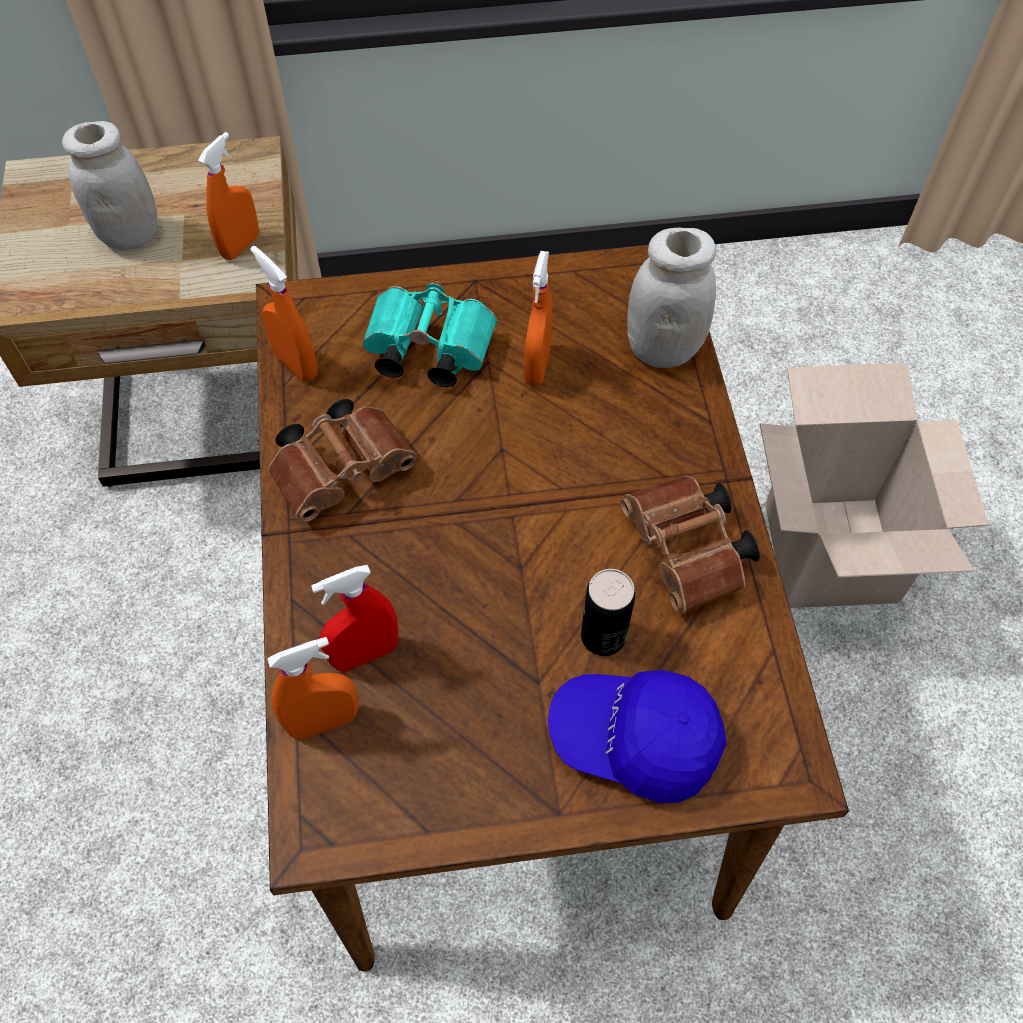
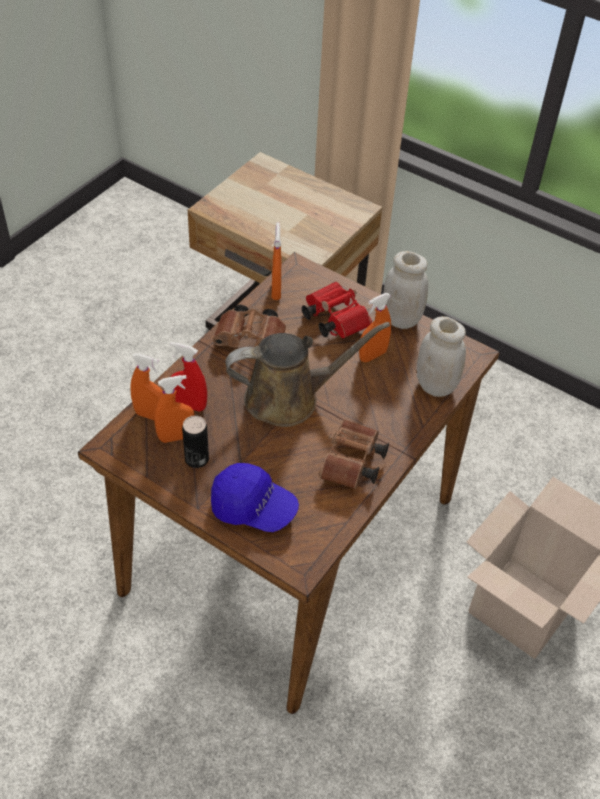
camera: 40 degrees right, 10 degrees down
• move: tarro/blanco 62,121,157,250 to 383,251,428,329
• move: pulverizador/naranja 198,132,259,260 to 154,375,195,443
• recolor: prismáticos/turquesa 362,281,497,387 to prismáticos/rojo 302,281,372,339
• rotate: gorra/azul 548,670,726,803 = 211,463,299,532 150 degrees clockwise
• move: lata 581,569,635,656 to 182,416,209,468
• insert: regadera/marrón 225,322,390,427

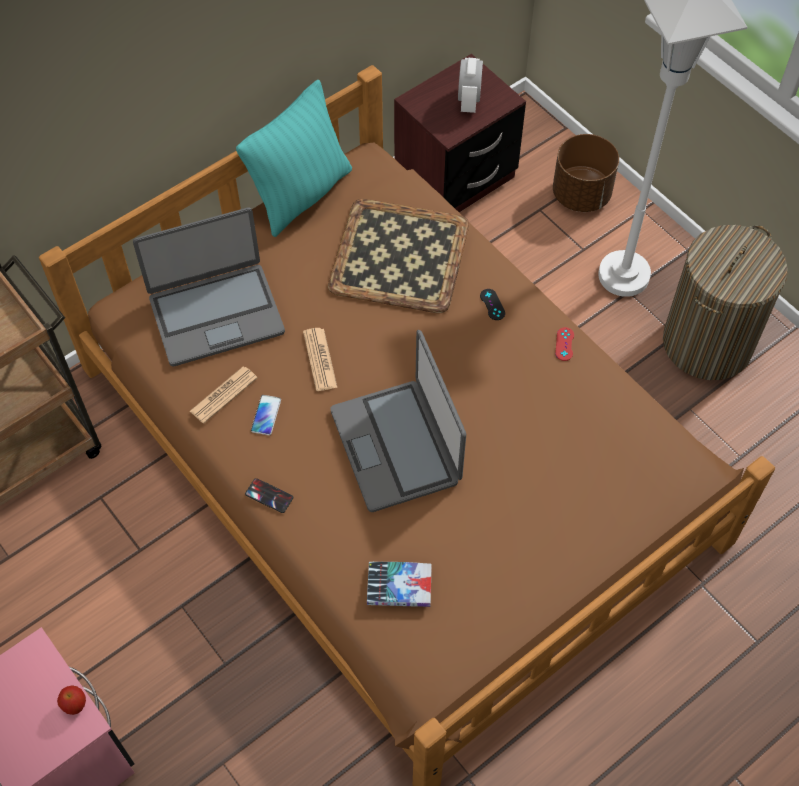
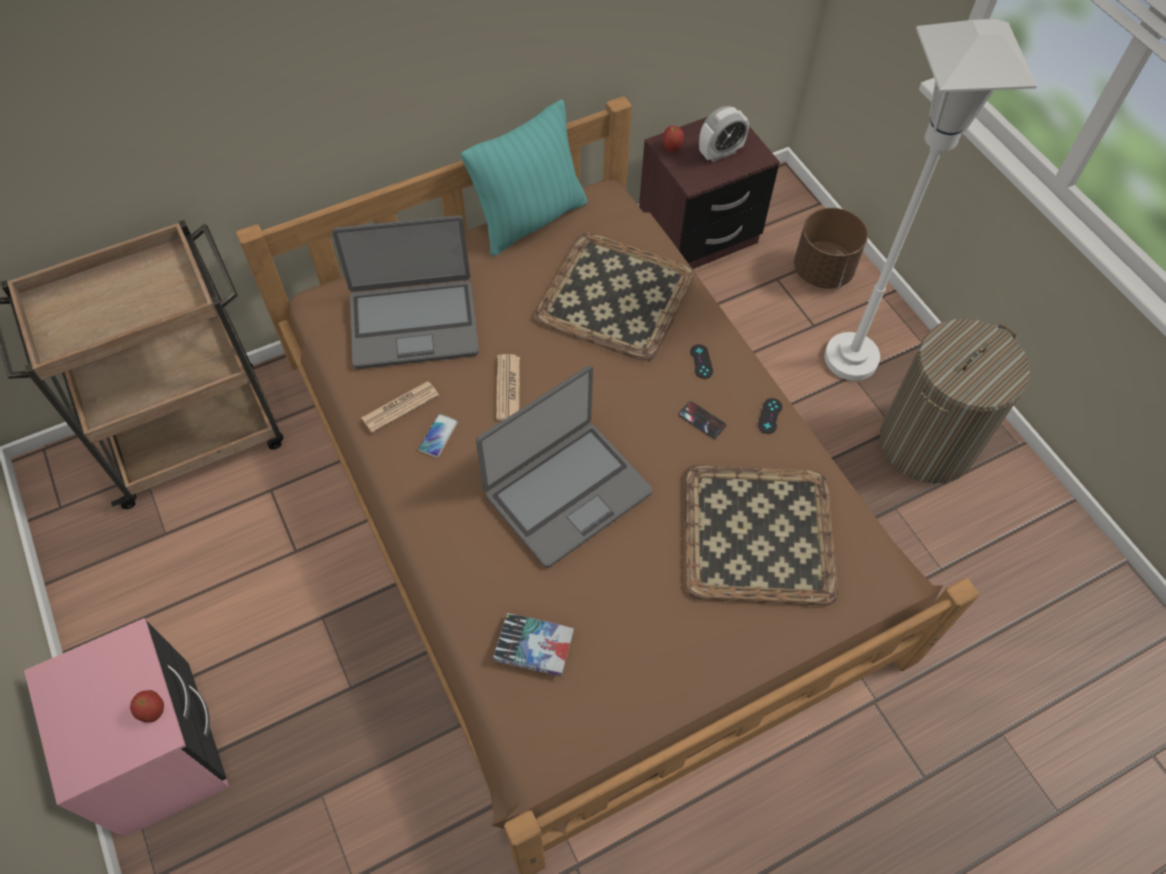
camera: 10 degrees right, 0 degrees up
• move: móvil 245,478,293,513 to 678,401,727,439
• rotate: portátil 330,330,466,512 = 476,366,653,568 120 degrees counterclockwise
• rotate: despertador 458,58,483,113 = 699,106,749,162 45 degrees clockwise
• recolor: mando de consola/rojo 555,327,574,361 to mando de consola/negro 758,398,782,434
• insert: manzana 663,126,684,152
• insert: bandeja 684,465,838,606

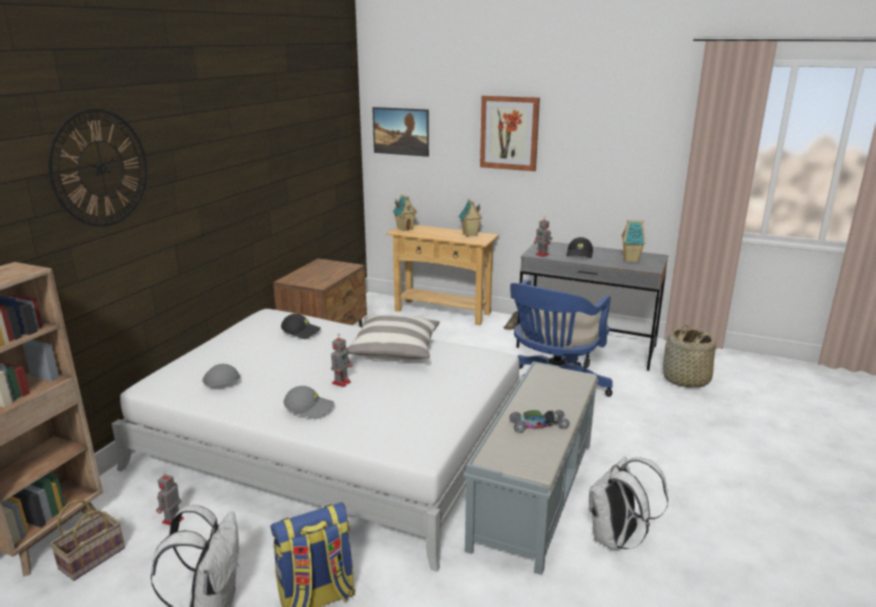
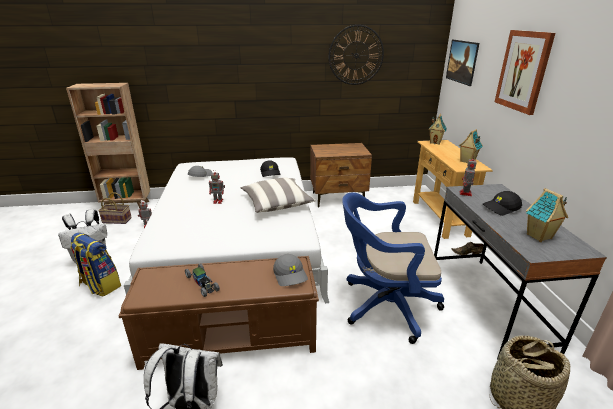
camera: 60 degrees right, 5 degrees up
• move: reloj de pared 48,109,147,227 to 329,25,384,85
• move: gorra/gris 284,386,334,419 to 273,254,308,286
• recolor: banco/gris 464,361,598,575 to banco/marrón 119,256,319,370

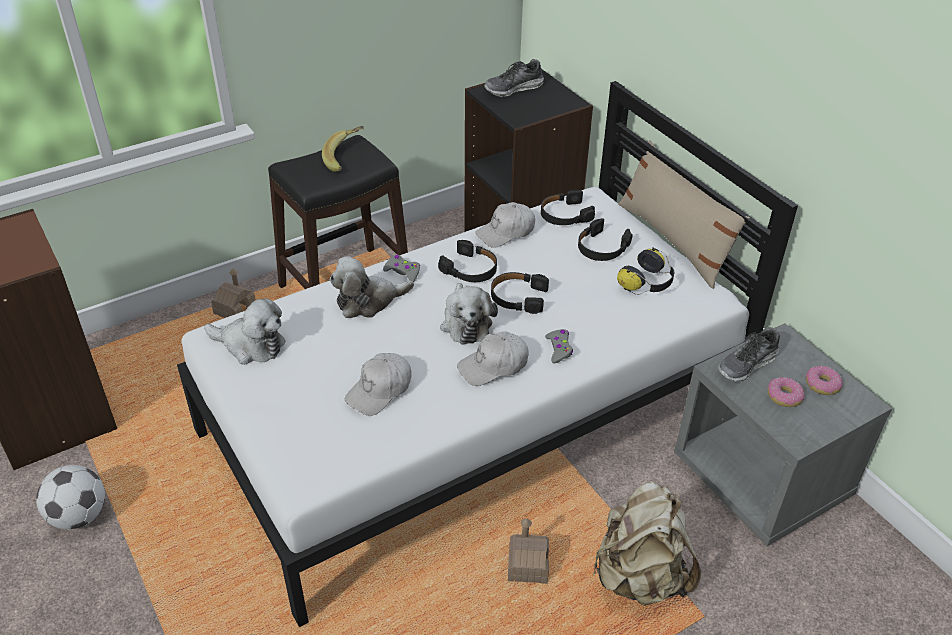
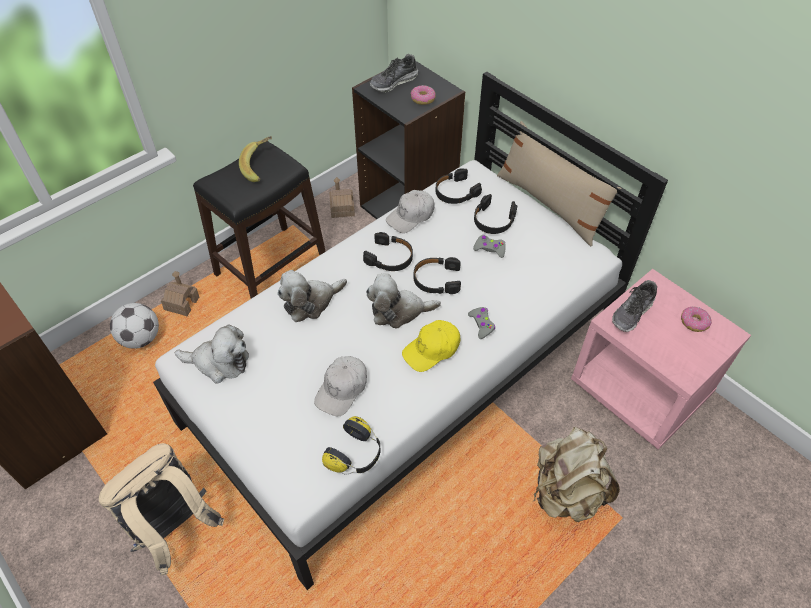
camera: 10 degrees left, 10 degrees up
• move: balón de fútbol 36,465,105,530 to 110,303,159,349
• move: mando de consola/gris 383,255,420,282 to 473,235,506,258
• rotate: peluche 440,283,498,344 = 366,273,441,329 105 degrees clockwise
• recolor: gorra/blanco 457,331,529,386 to gorra/amarillo 402,320,460,372
• move: casita 508,519,549,584 to 329,177,355,218
• move: auriculares 617,247,674,295 to 322,416,381,475
• recolor: mesita de noche/gris 674,323,892,546 to mesita de noche/rosa 571,269,751,450
• move: rosquilla 767,377,805,407 to 410,85,436,105
• insert: mochila/beis 99,443,225,575

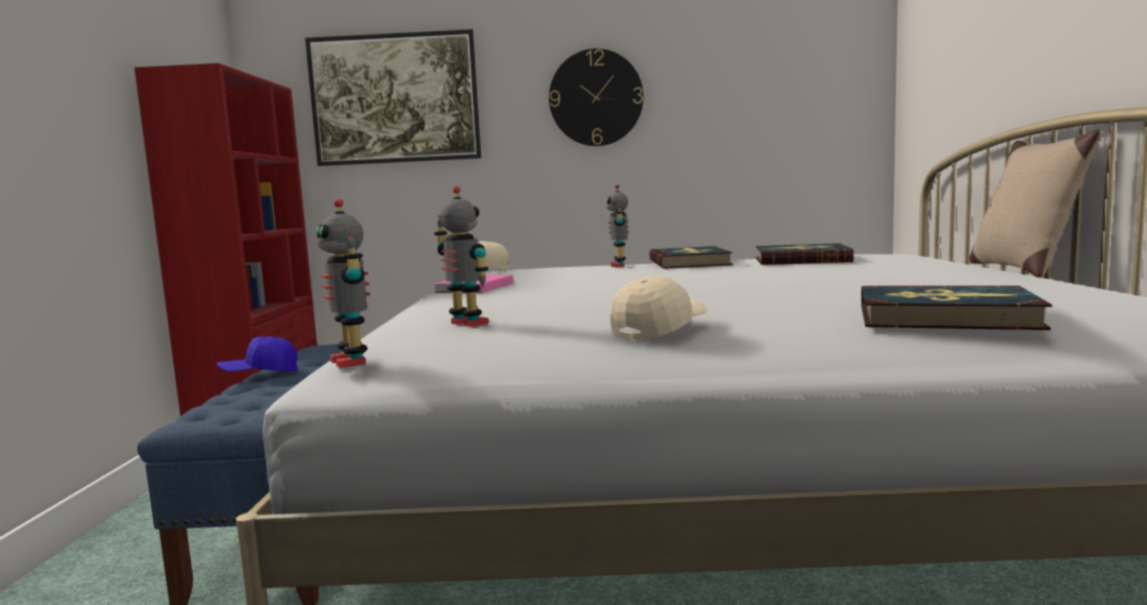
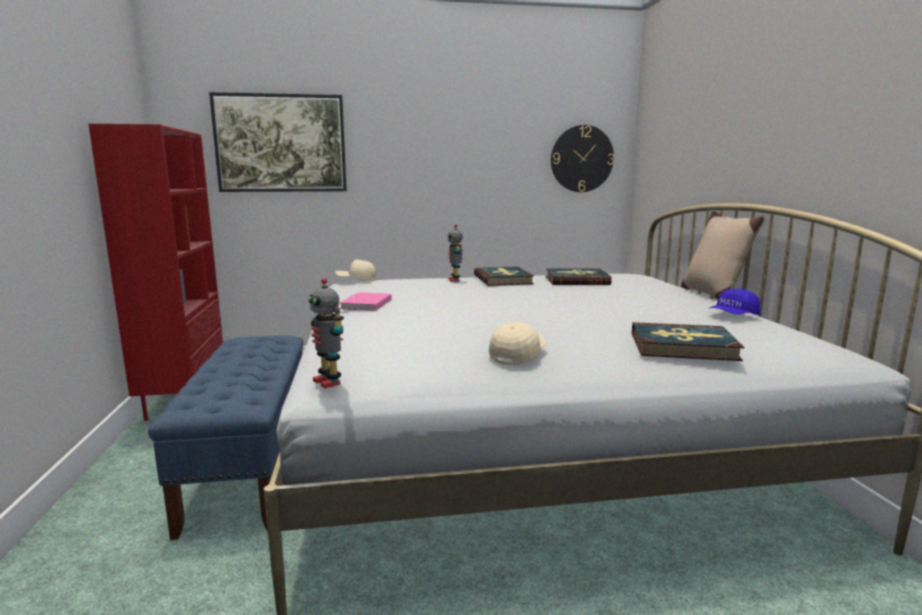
camera: 10 degrees left, 5 degrees up
• move: gorra/azul 217,336,298,372 to 710,289,760,315
• delete: robot de juguete 434,186,489,327
• move: reloj de pared 549,49,644,146 to 551,125,614,192

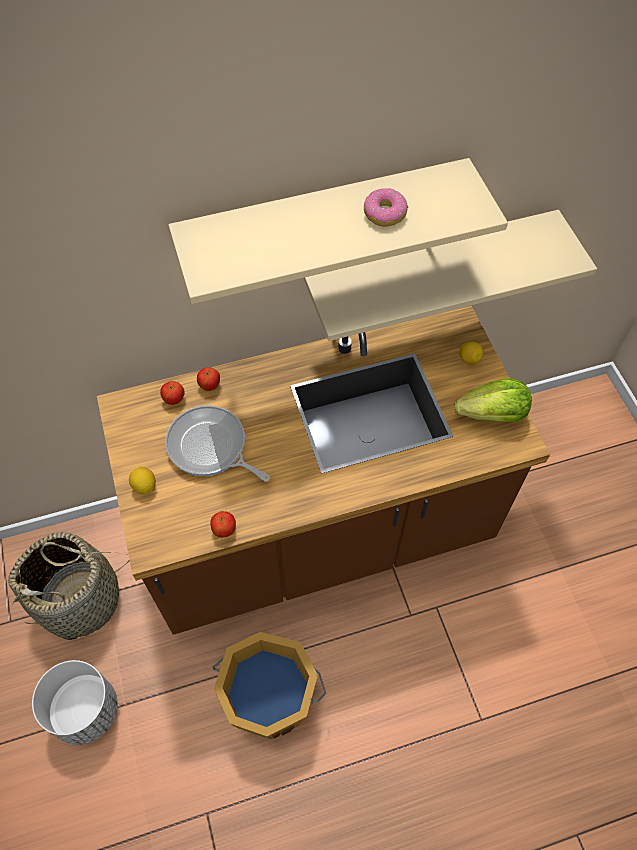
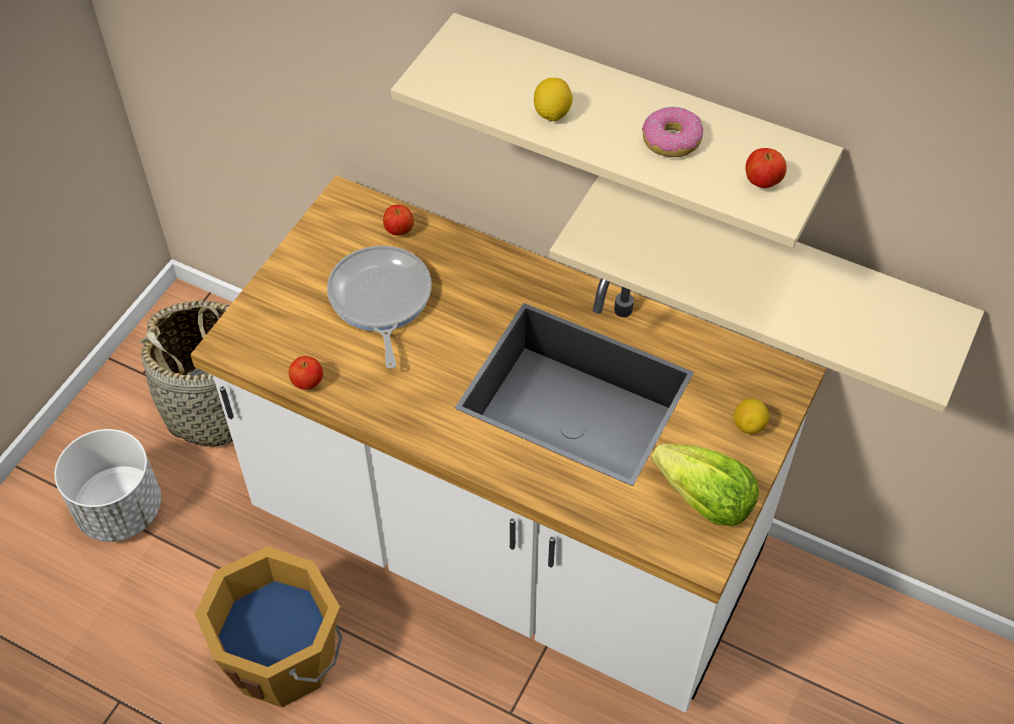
camera: 45 degrees right, 5 degrees down
• recolor: mueble bajo de cocina/marrón 97,306,550,635 to mueble bajo de cocina/blanco 190,175,826,713
• move: limón 129,467,156,494 to 534,78,573,121
• move: manzana 197,367,220,391 to 746,148,787,188

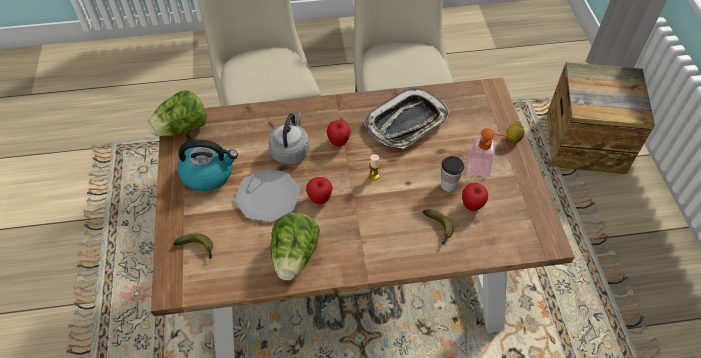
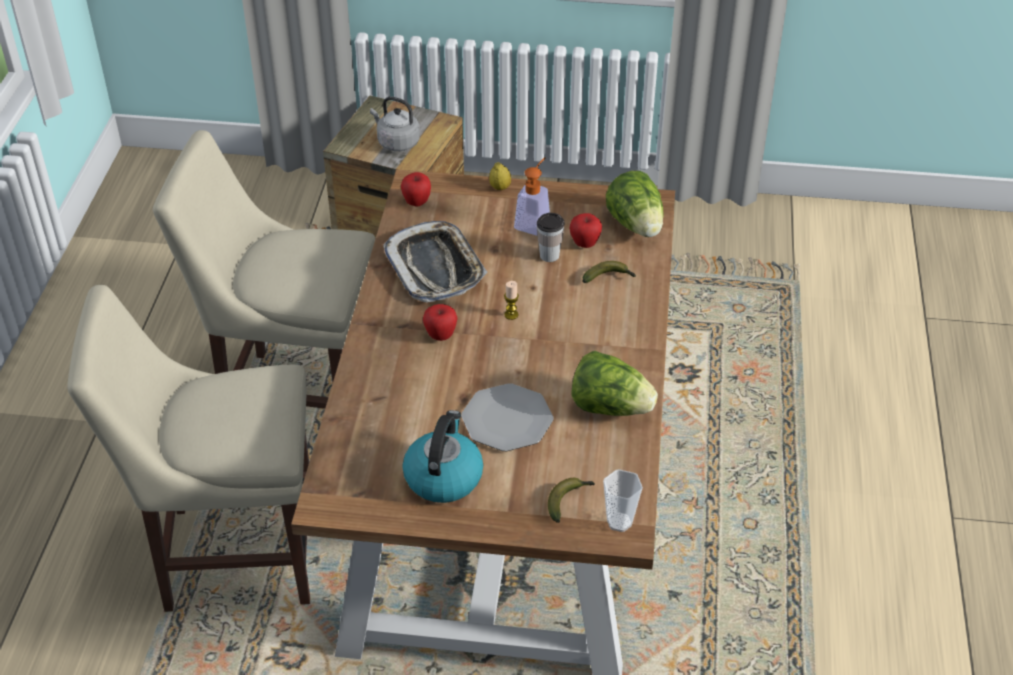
camera: 75 degrees left, 10 degrees down
• move: lechuga 147,90,207,136 to 606,171,664,237
• move: hervidor/gris 268,112,309,164 to 370,96,420,151
• move: manzana 306,177,333,204 to 401,172,431,206
• insert: taza 603,469,643,532

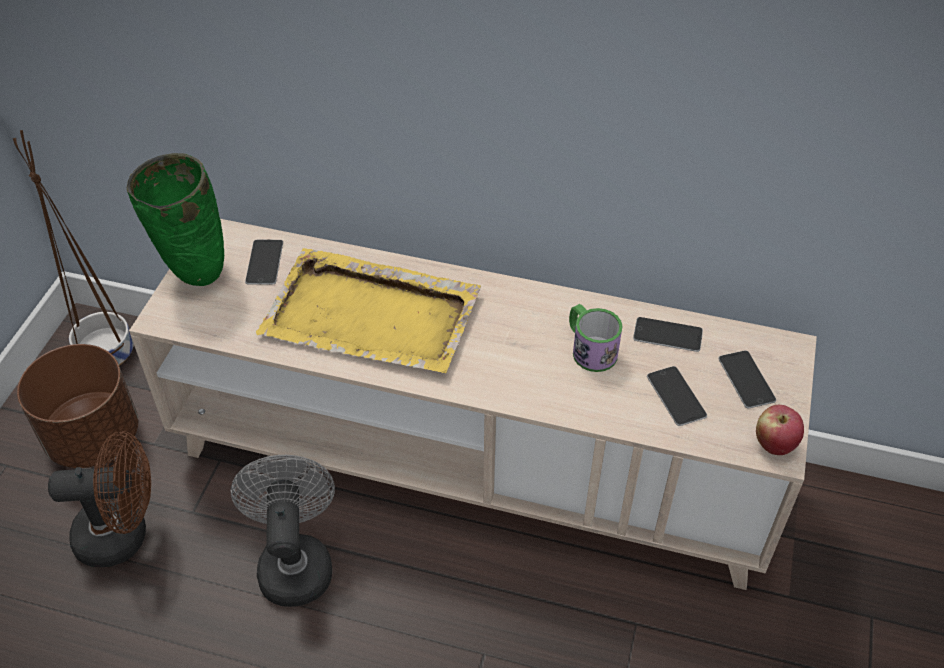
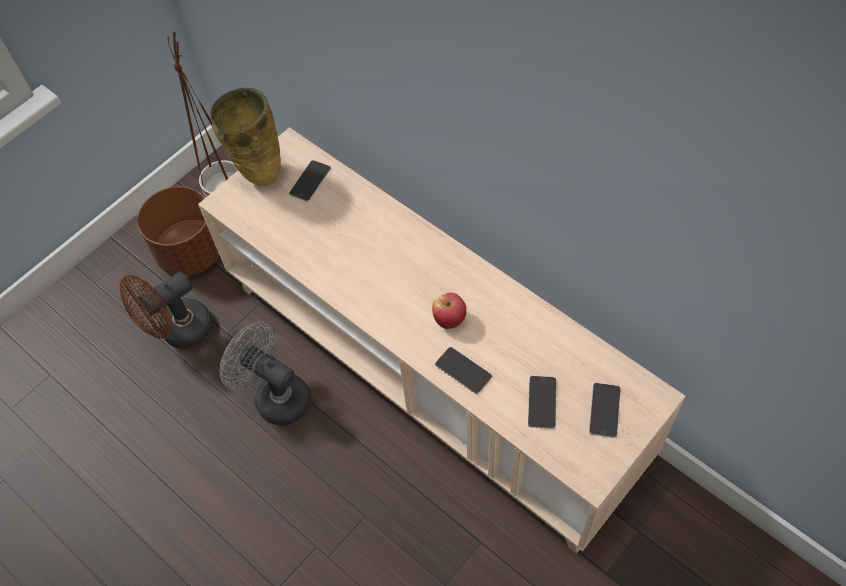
camera: 30 degrees right, 10 degrees up
• rotate: ventilador/marrón 48,431,151,567 = 119,272,213,349 120 degrees clockwise
• recolor: florero/verde 127,153,224,286 to florero/beis 210,88,281,186
• rotate: ventilador/gris 231,455,335,607 = 220,321,311,426 75 degrees counterclockwise
• delete: bandeja/amarillo 256,248,481,373
• delete: taza grande 569,304,623,372
• move: móvil 633,317,703,352 to 435,347,492,394
• move: manzana 756,405,804,455 to 432,293,467,329

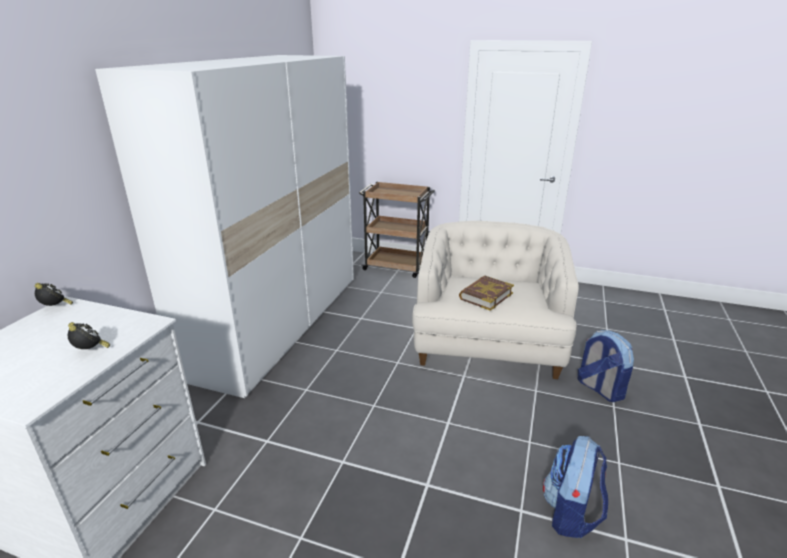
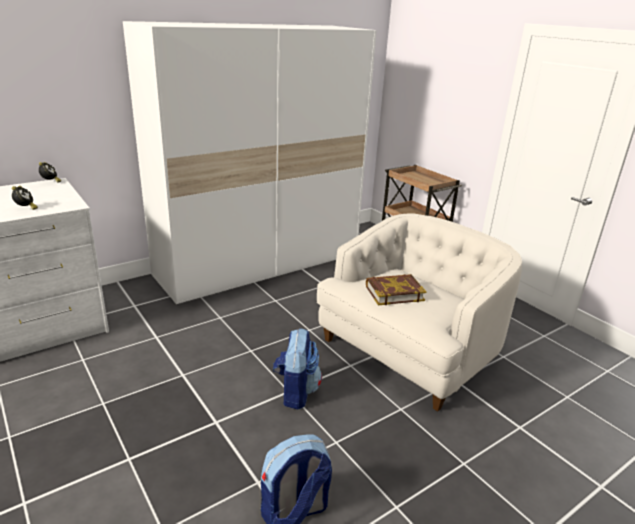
camera: 35 degrees right, 0 degrees up
• move: mochila 577,330,634,402 to 273,328,322,410

